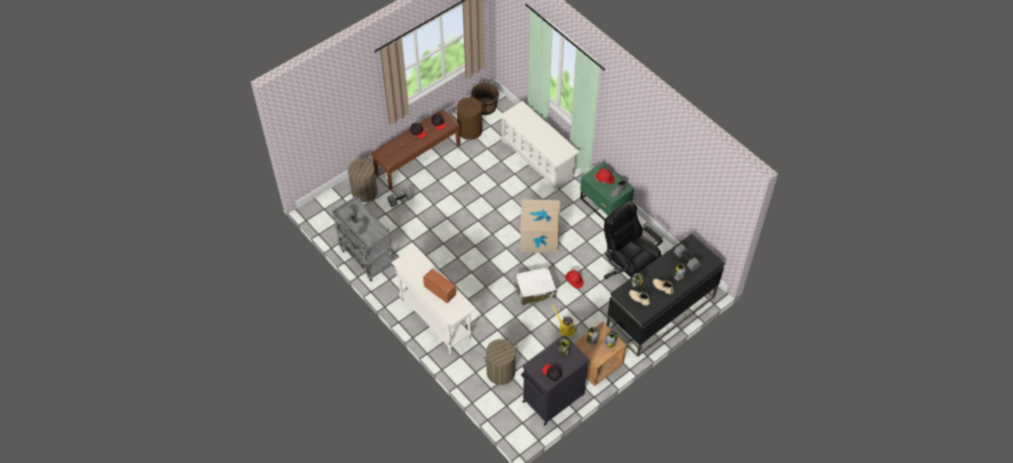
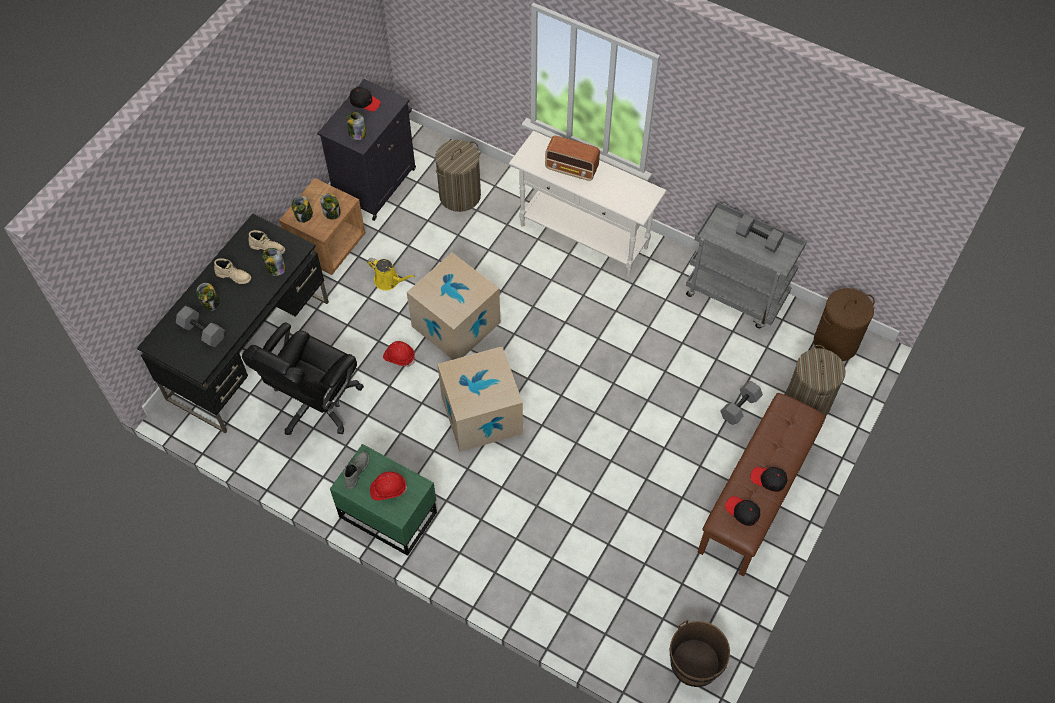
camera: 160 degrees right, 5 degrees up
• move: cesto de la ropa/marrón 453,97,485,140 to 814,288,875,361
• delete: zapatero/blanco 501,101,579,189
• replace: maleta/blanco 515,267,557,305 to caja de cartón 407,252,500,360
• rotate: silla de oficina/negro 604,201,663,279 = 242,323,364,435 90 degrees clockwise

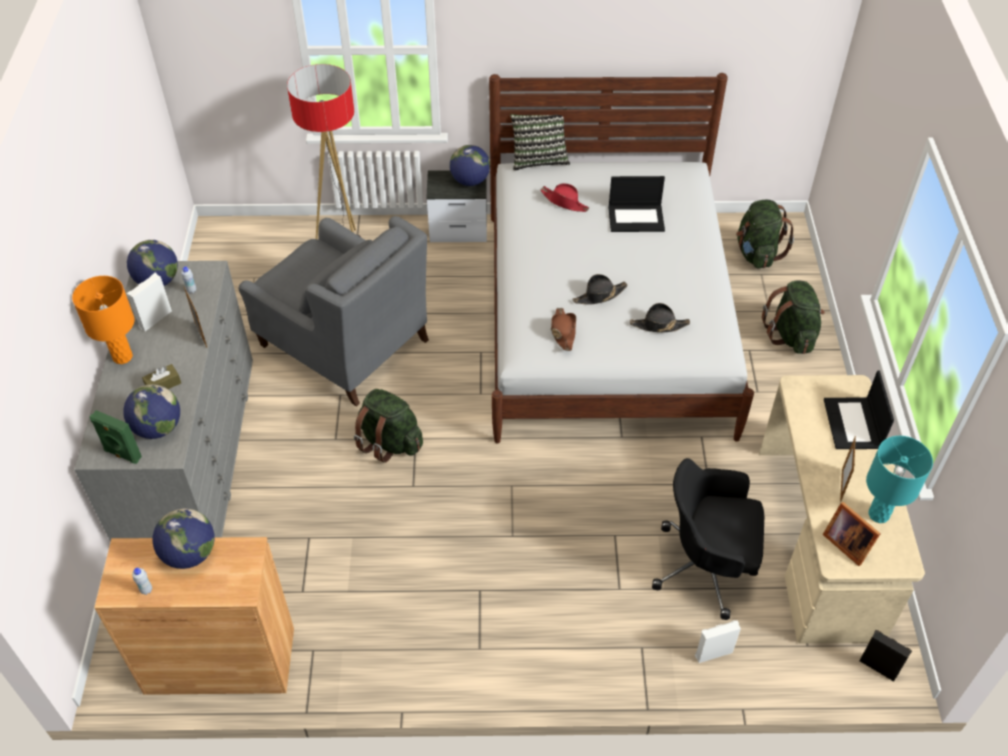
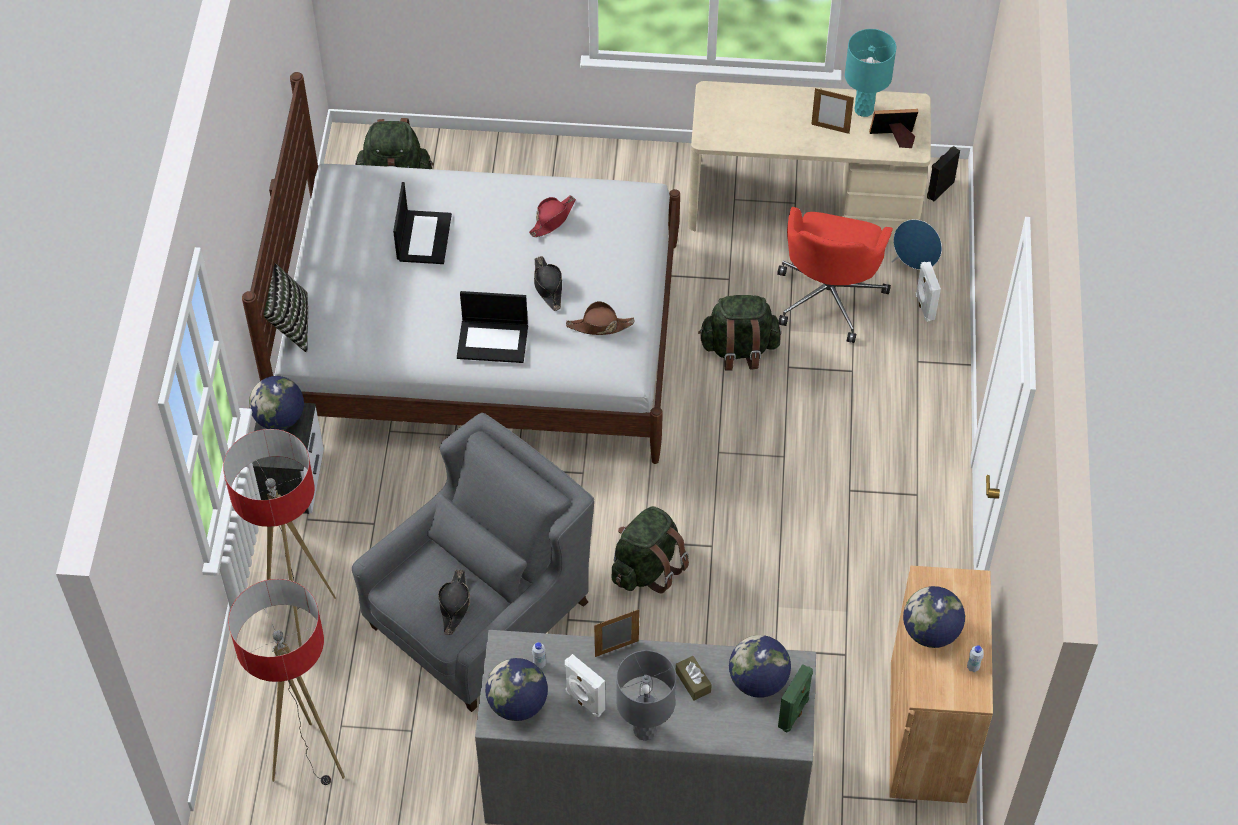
camera: 85 degrees left, 5 degrees up
• recolor: lámpara de mesa/naranja 72,276,134,364 to lámpara de mesa/gris 616,650,676,741
• move: sombrero/rojo 540,183,589,212 to 529,196,576,237
• move: sombrero/negro 630,303,690,332 to 438,570,470,635
• recolor: silla de oficina/negro 652,458,764,620 to silla de oficina/rojo 777,207,893,343
• move: mochila/verde 762,281,825,354 to 698,295,781,371
• rotate: portarretratos 823,502,881,566 = 869,109,918,148 150 degrees counterclockwise
• move: portátil 824,370,894,449 to 457,291,528,363
• insert: lámpara de pie 228,579,345,785
• insert: altavoz/azul 891,219,942,270

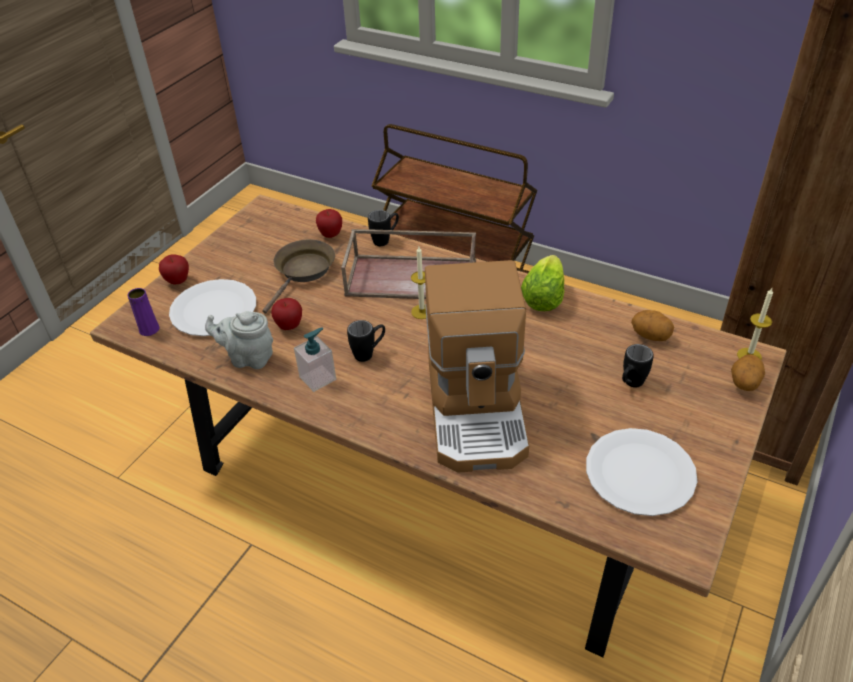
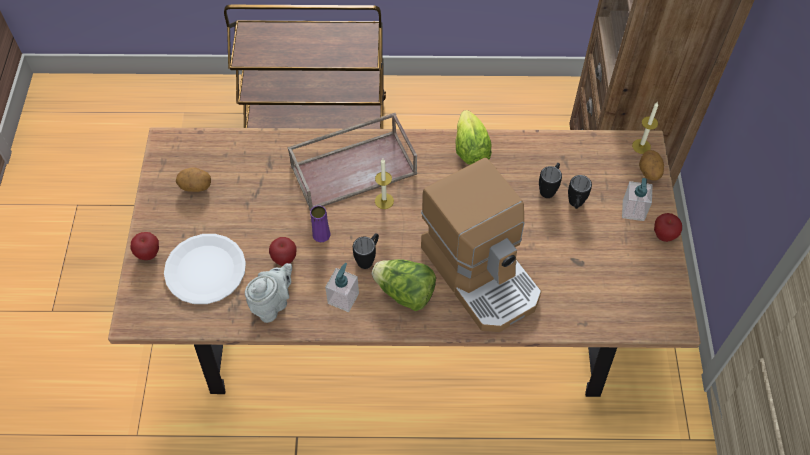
camera: 30 degrees left, 15 degrees up
• move: florero/morado 128,288,160,336 to 310,205,331,242
• rotate: tetera/gris 205,311,273,369 = 245,263,292,323 150 degrees clockwise
• delete: sartén/marrón 262,239,335,314
• move: manzana 316,209,342,238 to 654,213,682,242
• move: taza grande/negro 368,210,399,246 to 539,163,562,198
• delete: plato/blanco 586,428,697,516
• move: patata 631,310,674,341 to 176,167,211,192
• insert: lechuga 372,259,436,311
• insert: dispensador de jabón 622,178,652,221

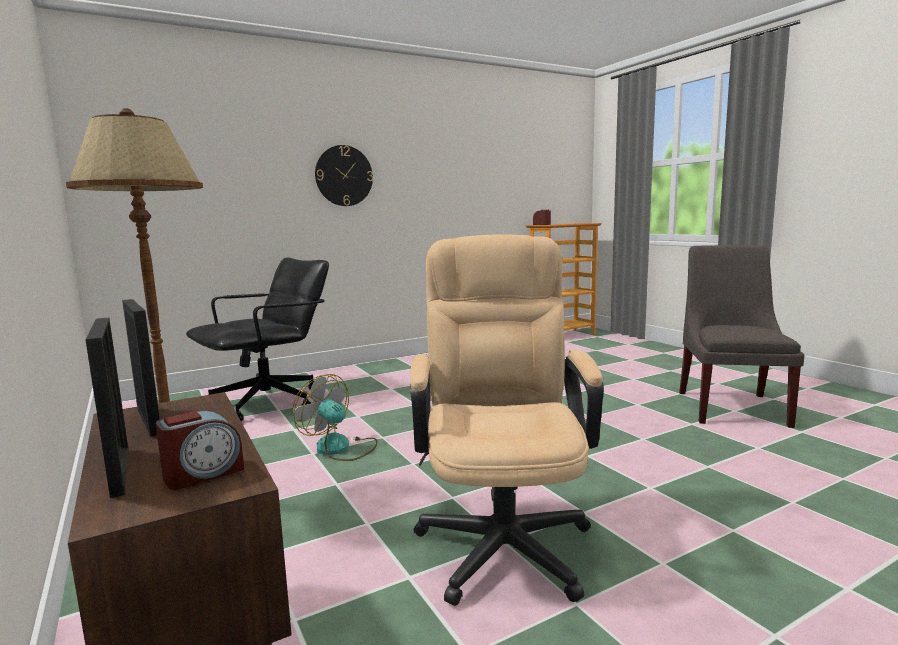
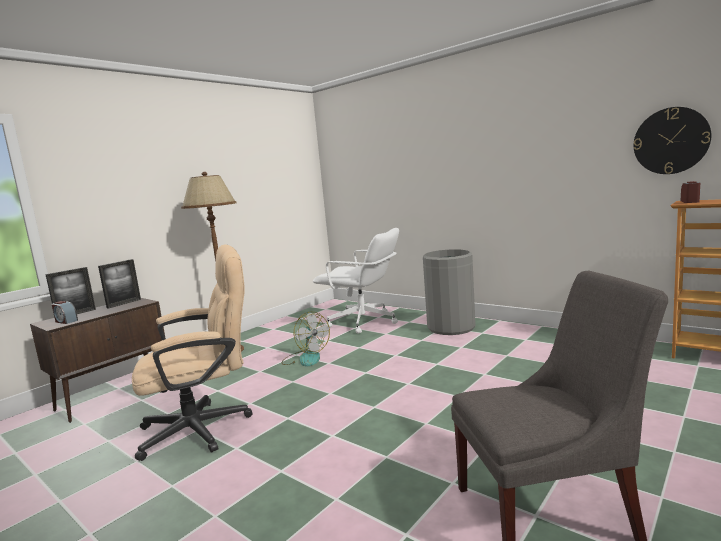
camera: 70 degrees right, 0 degrees up
• recolor: silla de oficina/negro 186,257,329,422 to silla de oficina/blanco 313,228,399,334
• rotate: ventilador 293,374,378,461 = 281,312,330,366 120 degrees clockwise
• move: reloj de pared 315,145,373,206 to 633,107,711,174
• insert: papelera/gris 423,249,476,335

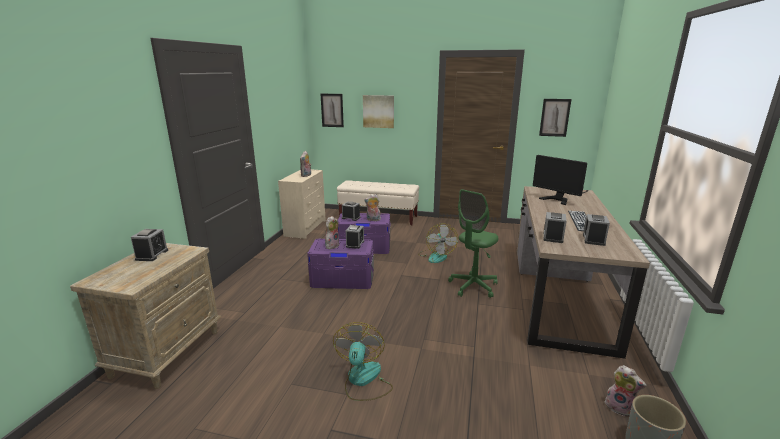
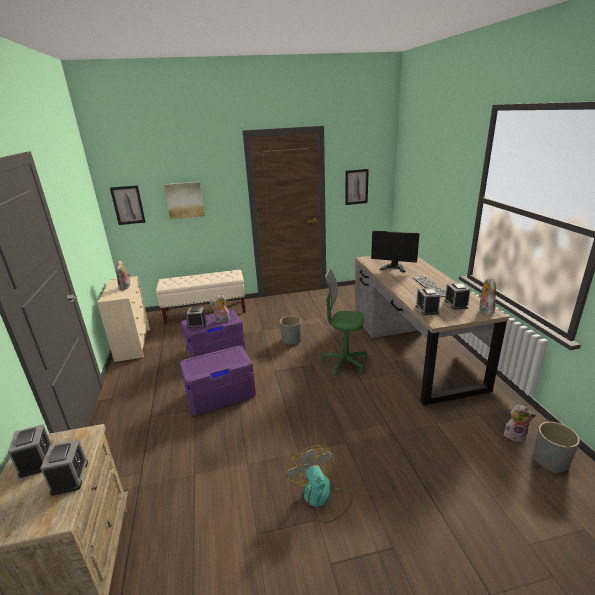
camera: 25 degrees left, 5 degrees up
• move: peluche 325,216,340,249 to 479,276,496,315
• move: despertador 346,225,364,249 to 40,439,88,496
• replace: ventilador 418,224,458,263 to maceta/gris 280,316,302,345
• rotate: silla de oficina/verde 448,189,499,298 = 321,269,367,375 90 degrees clockwise

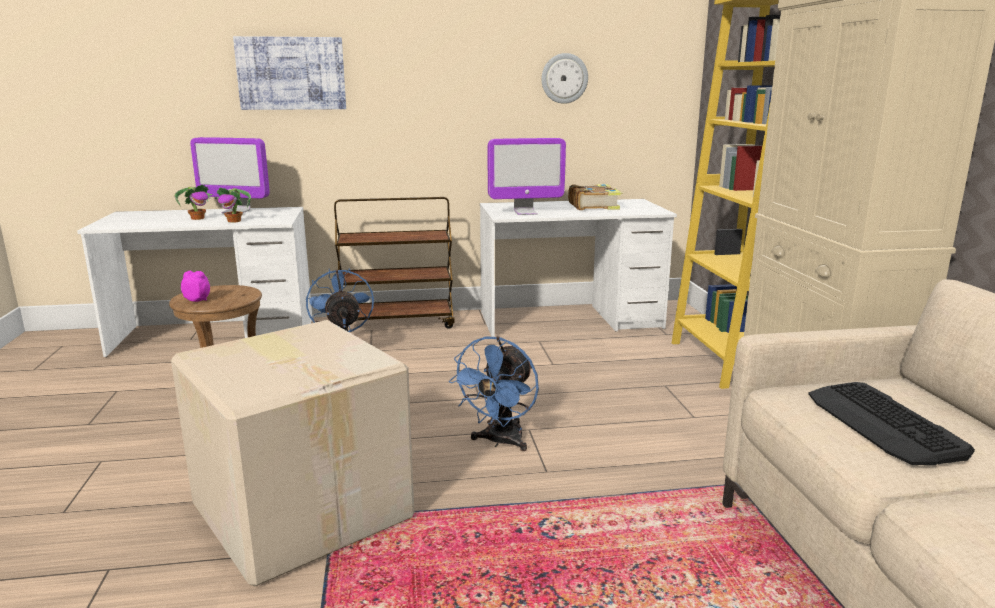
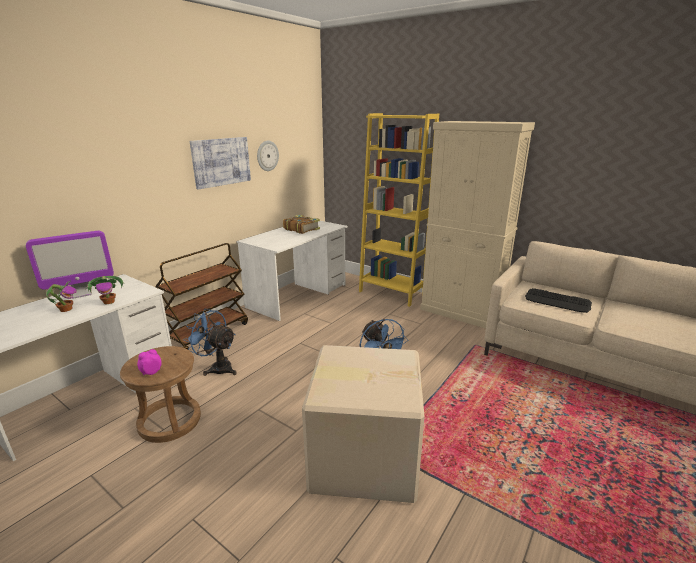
camera: 45 degrees left, 5 degrees up
• move: cuadro 233,36,346,110 to 190,137,251,190
• delete: monitor 488,138,566,215

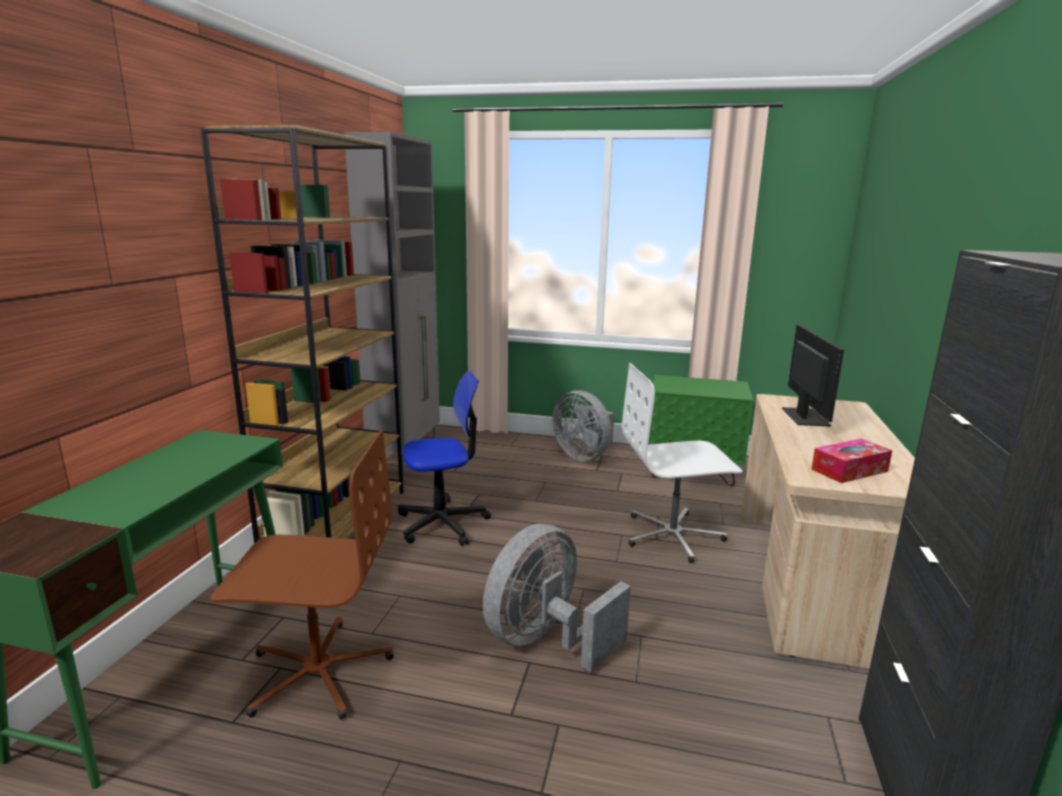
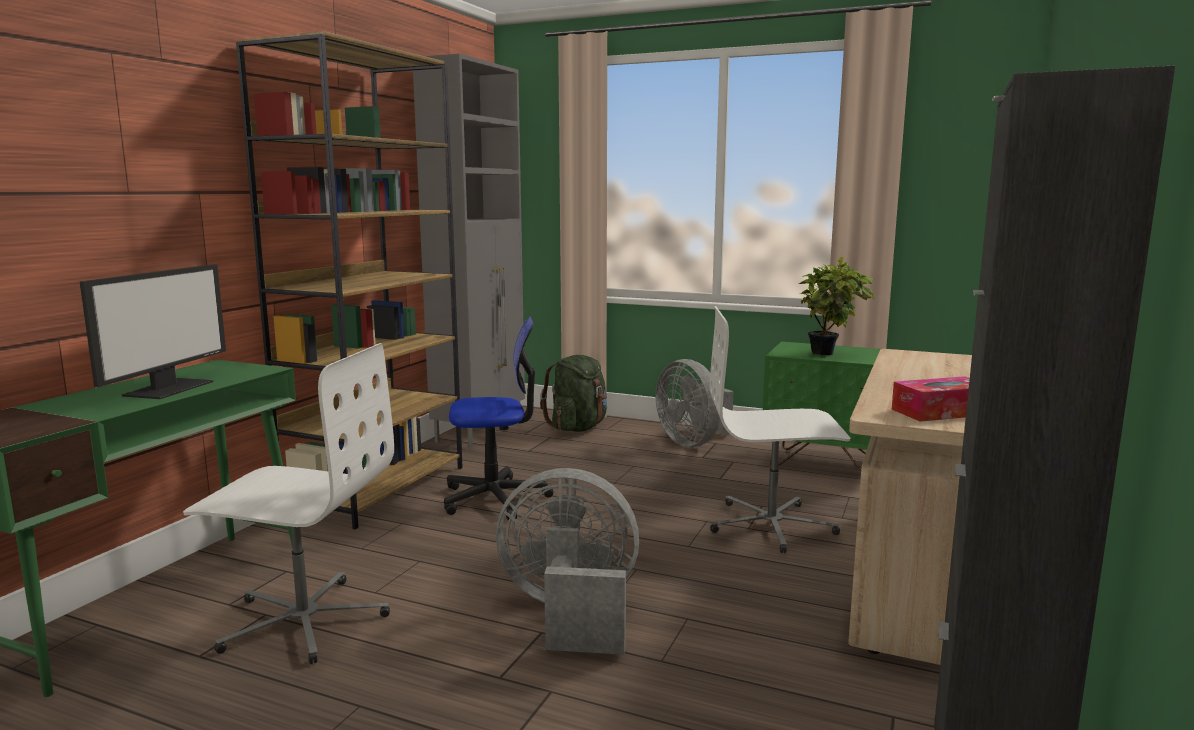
camera: 10 degrees right, 5 degrees down
• recolor: silla de oficina/marrón 211,429,394,720 to silla de oficina/blanco 183,343,394,664
• rotate: ventilador/gris 483,524,631,672 = 496,468,639,655 45 degrees clockwise
• move: monitor 782,325,844,426 to 80,264,226,399
• insert: mochila/verde 540,355,607,432
• insert: planta en maceta 799,256,874,355

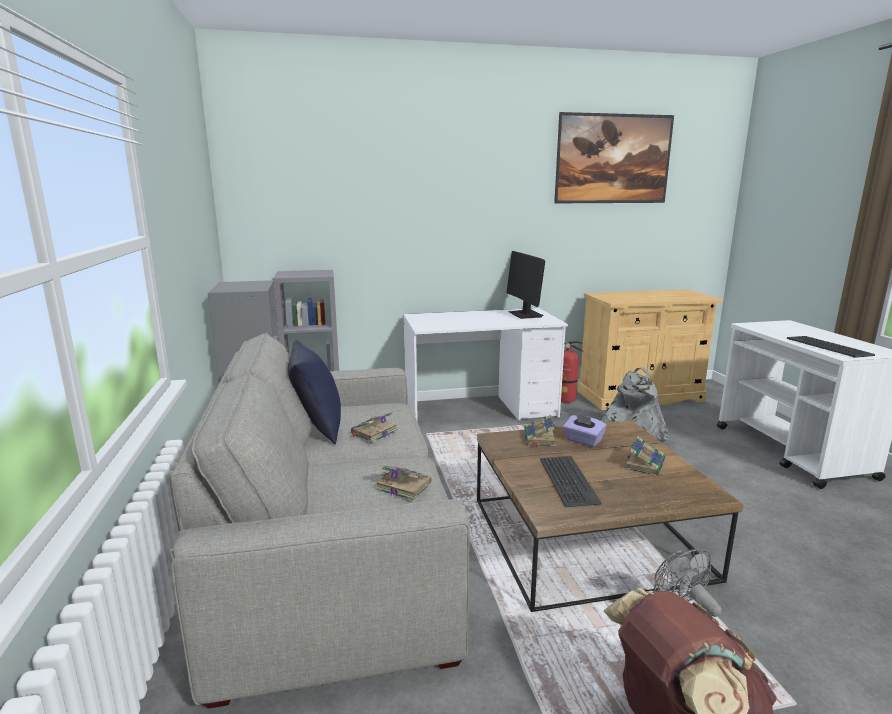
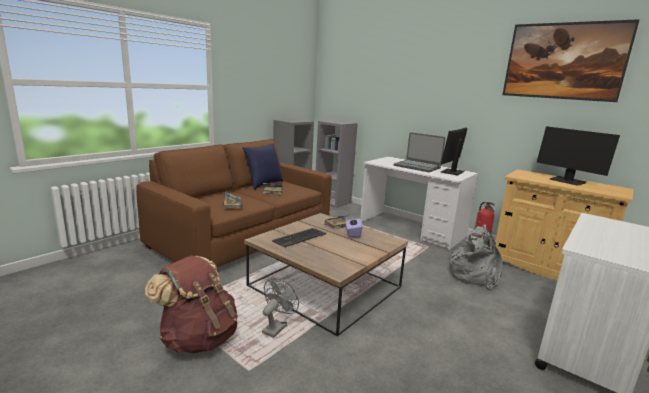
camera: 50 degrees right, 0 degrees up
• recolor: sofá/gris 169,332,470,709 to sofá/marrón 136,139,332,267
• delete: libro 624,436,665,476
• delete: teclado 787,336,875,358
• insert: portátil 394,132,446,172
• insert: monitor 537,126,620,186

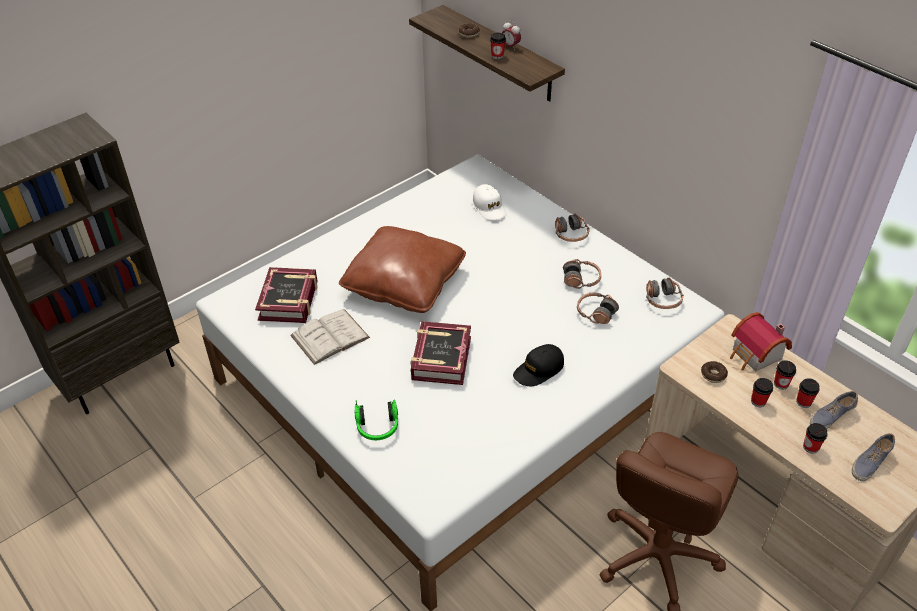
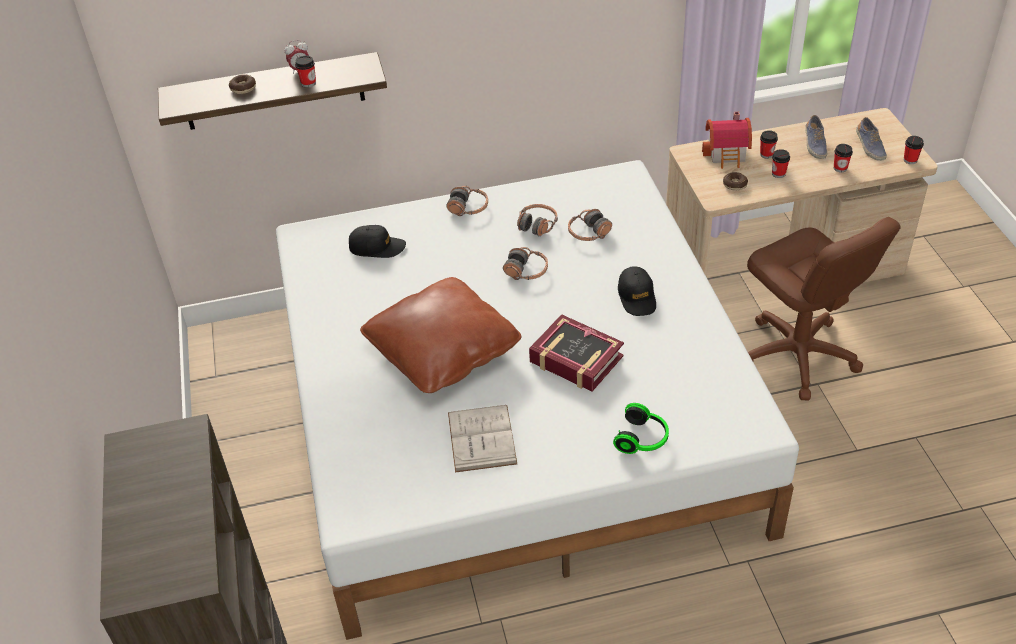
camera: 60 degrees left, 0 degrees up
• delete: libro 255,267,317,323
• recolor: gorra/blanco 473,184,507,220 to gorra/negro 349,225,406,258
• move: auriculares 646,278,684,309 to 503,247,548,280
• move: taza 796,378,820,408 to 904,136,924,164

